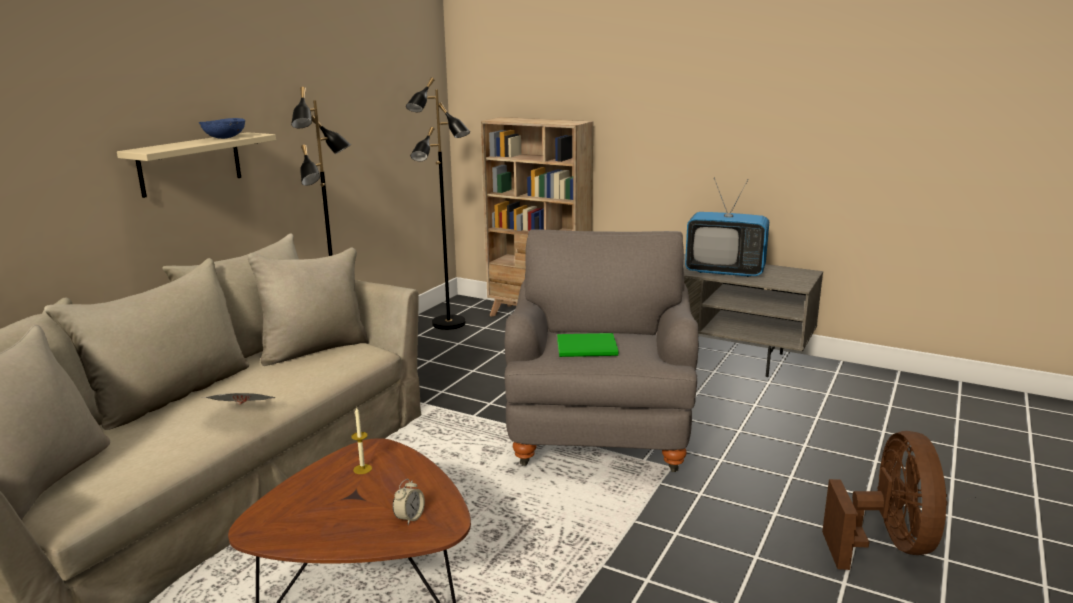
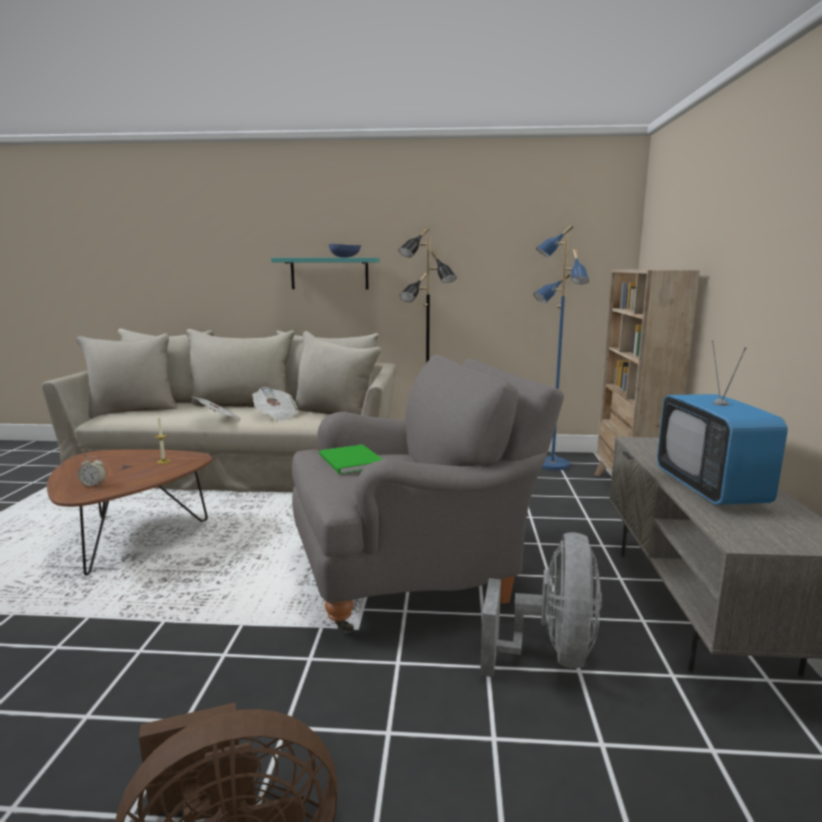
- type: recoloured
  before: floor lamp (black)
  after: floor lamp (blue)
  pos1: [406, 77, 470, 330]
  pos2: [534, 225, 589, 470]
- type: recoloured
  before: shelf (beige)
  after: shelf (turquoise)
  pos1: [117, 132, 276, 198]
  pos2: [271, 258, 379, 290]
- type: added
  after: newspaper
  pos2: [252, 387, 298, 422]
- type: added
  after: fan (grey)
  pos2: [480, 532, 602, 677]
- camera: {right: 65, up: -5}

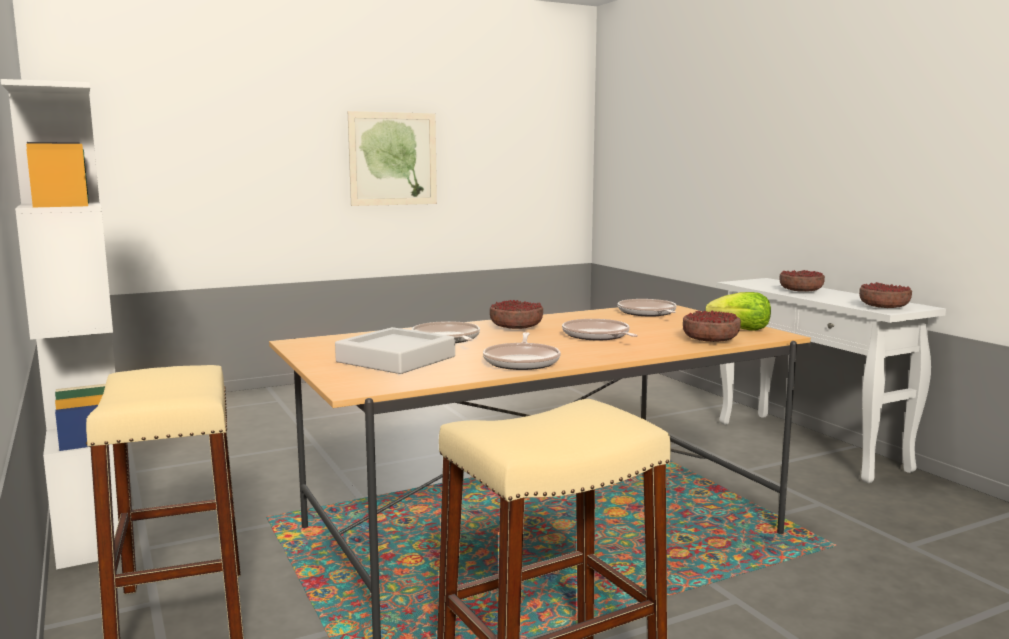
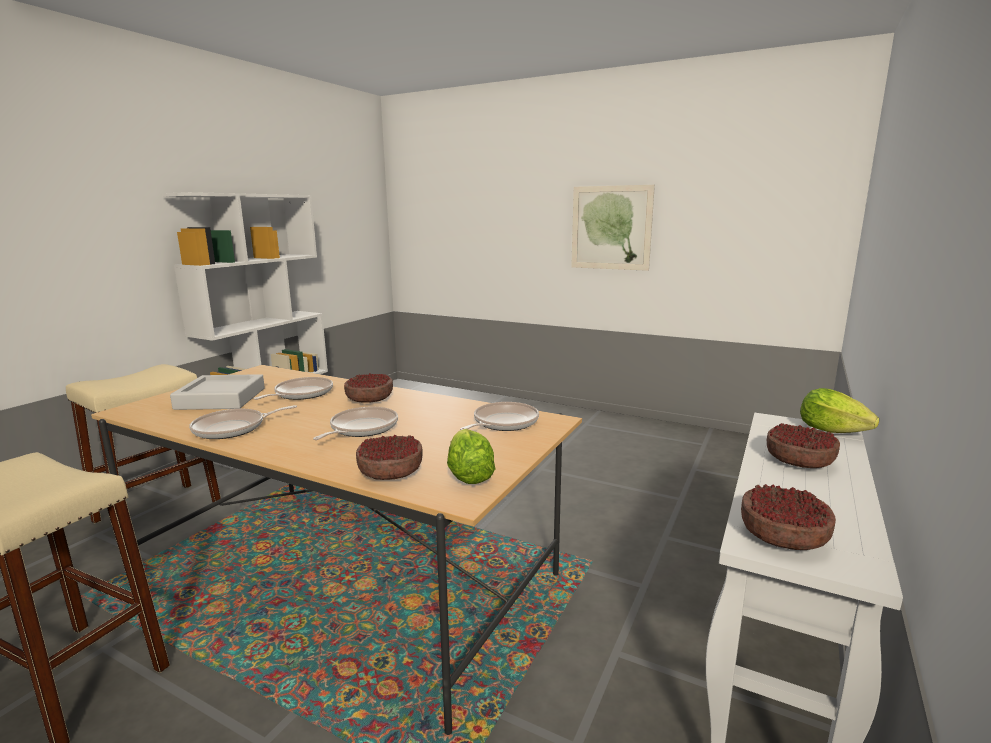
- type: added
  after: lettuce
  pos2: [800, 388, 879, 433]
- camera: {right: 55, up: 5}

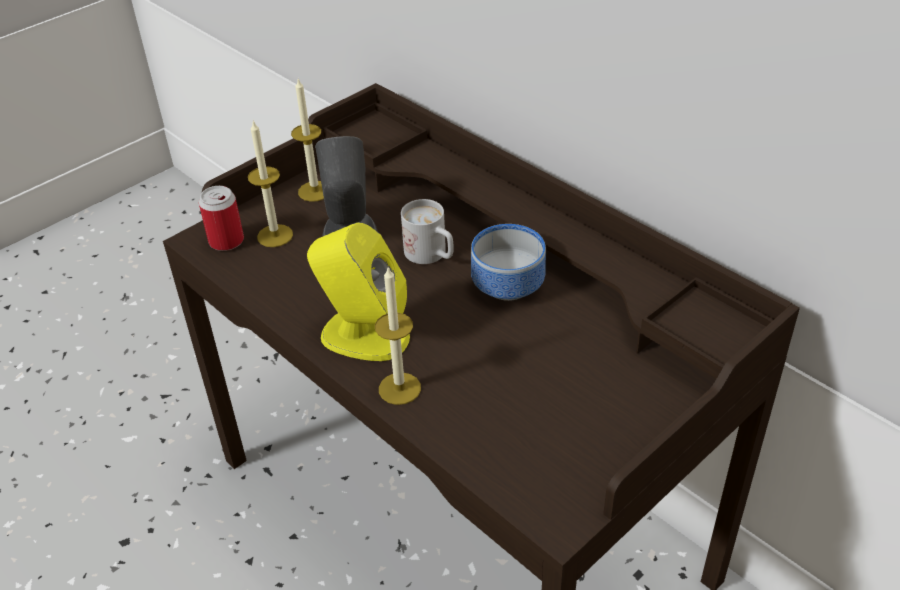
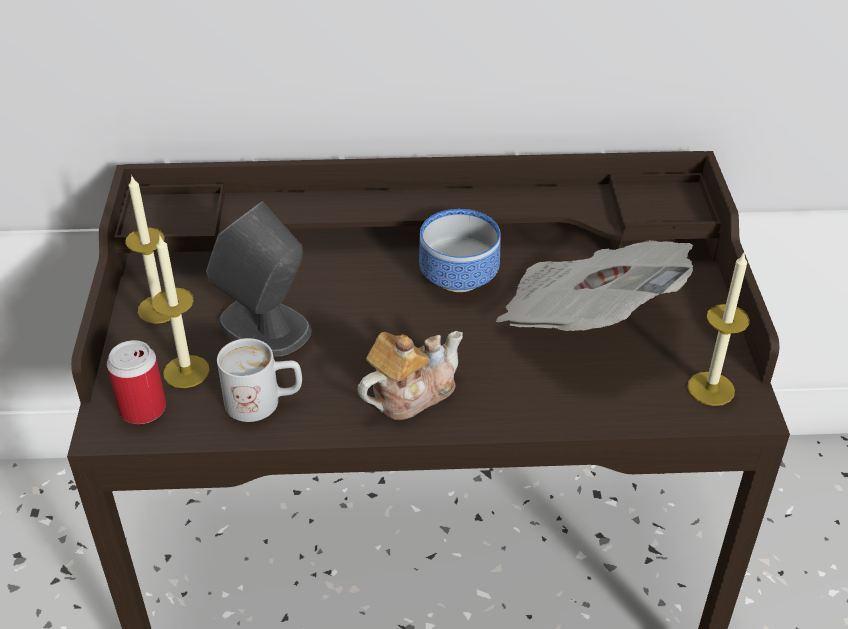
- type: moved
  before: mug (white)
  pos1: [401, 199, 454, 264]
  pos2: [217, 338, 302, 422]
- type: replaced
  before: speaker (yellow)
  after: teapot
  pos1: [307, 223, 410, 361]
  pos2: [357, 331, 463, 420]
- type: moved
  before: candle
  pos1: [375, 267, 421, 405]
  pos2: [687, 253, 750, 406]
- type: added
  after: newspaper
  pos2: [495, 240, 694, 331]
- camera: {right: -50, up: 0}

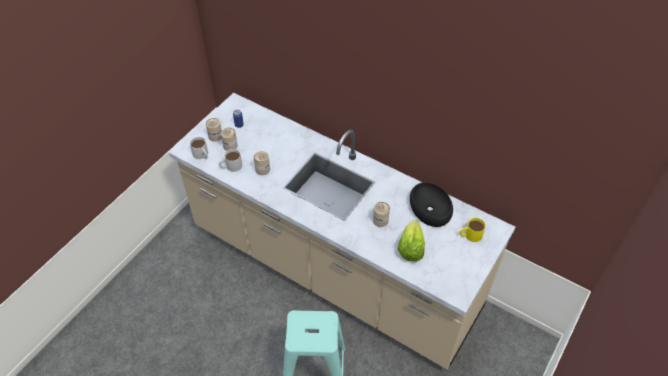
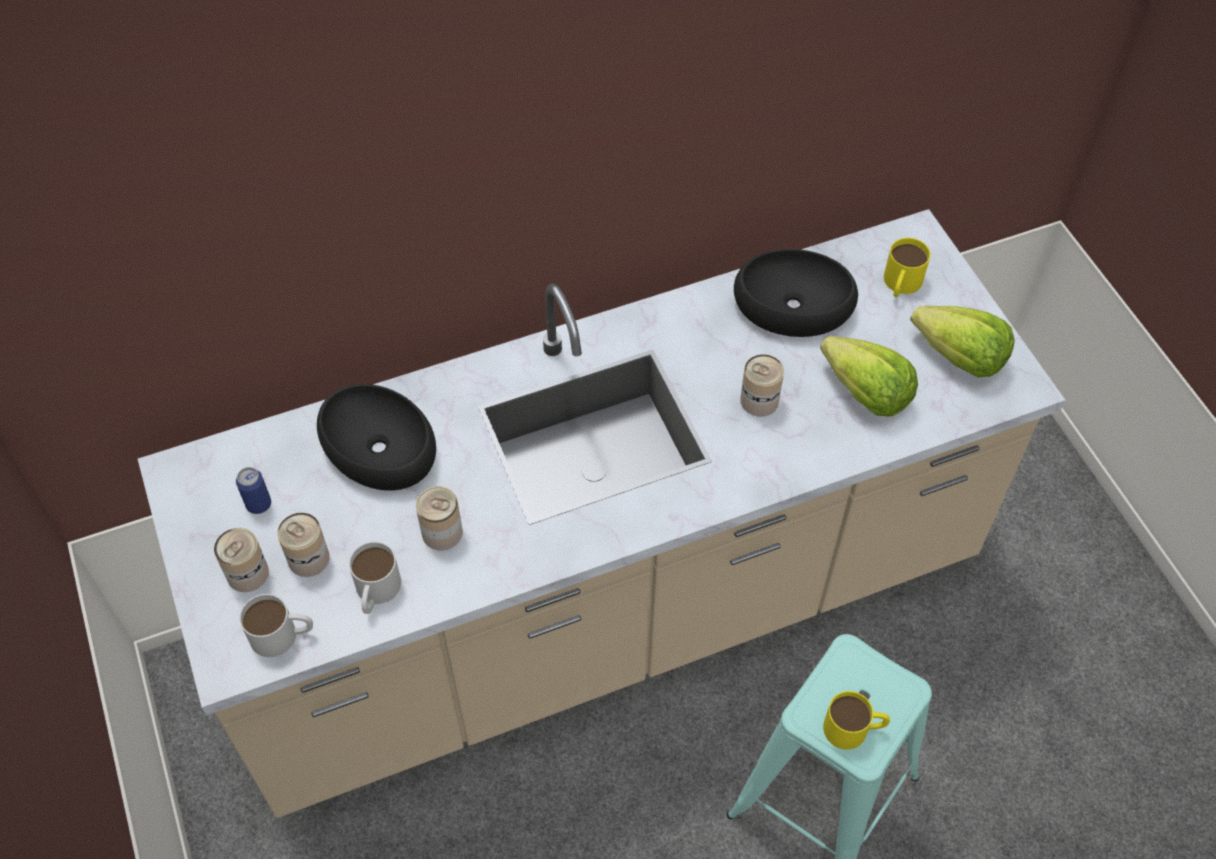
- type: added
  after: lettuce
  pos2: [910, 306, 1015, 377]
- type: added
  after: bowl (black)
  pos2: [317, 384, 436, 490]
- type: added
  after: mug (yellow)
  pos2: [823, 691, 890, 749]
- camera: {right: -55, up: 5}

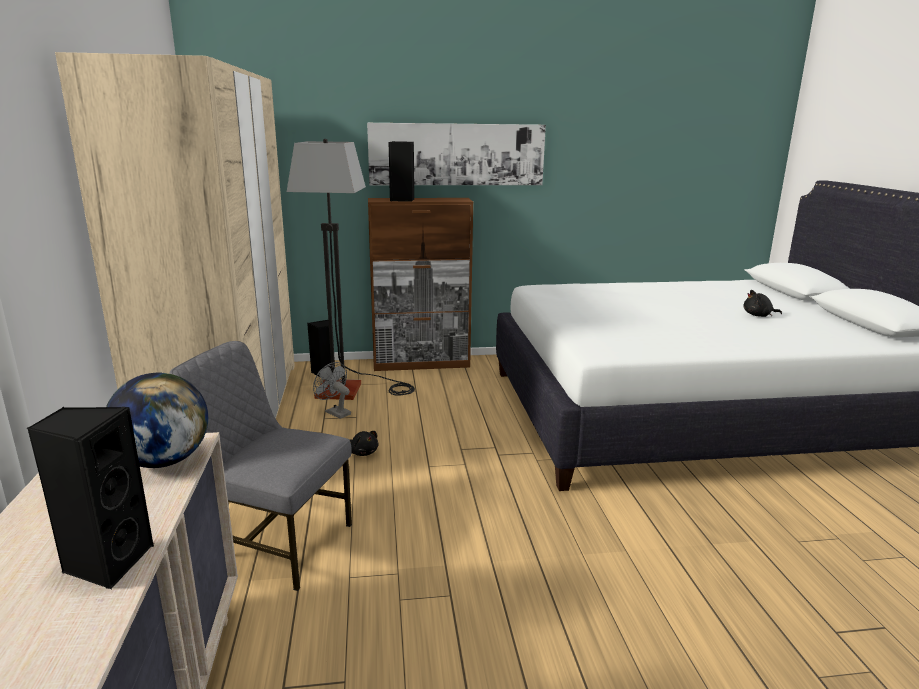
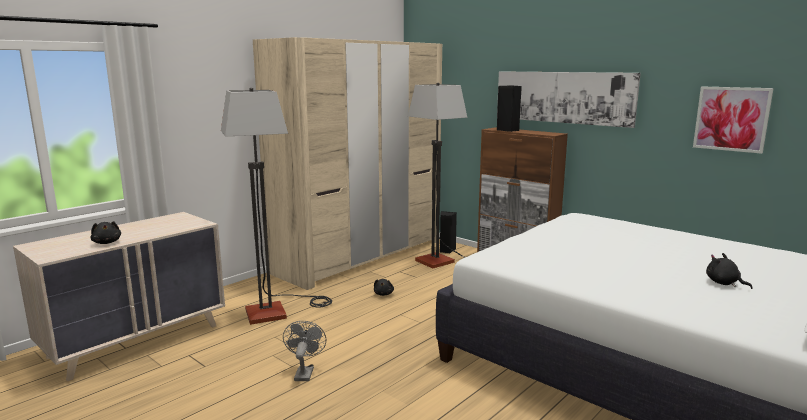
- type: replaced
  before: chair (grey)
  after: floor lamp
  pos1: [169, 341, 352, 591]
  pos2: [221, 88, 332, 325]
- type: moved
  before: fan (grey)
  pos1: [313, 362, 351, 419]
  pos2: [283, 321, 326, 381]
- type: removed
  before: globe
  pos1: [106, 373, 208, 468]
- type: replaced
  before: speaker (black)
  after: plush toy (black)
  pos1: [26, 407, 154, 589]
  pos2: [91, 221, 121, 244]
- type: added
  after: picture
  pos2: [693, 86, 774, 154]
- camera: {right: 50, up: -5}

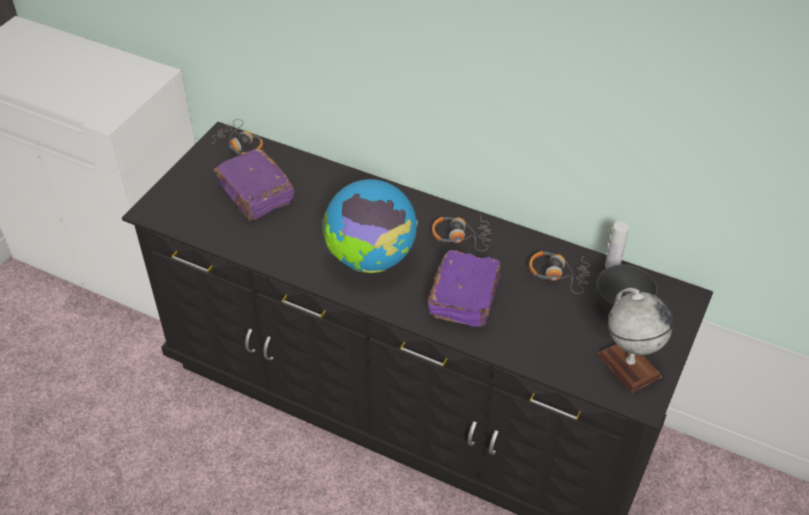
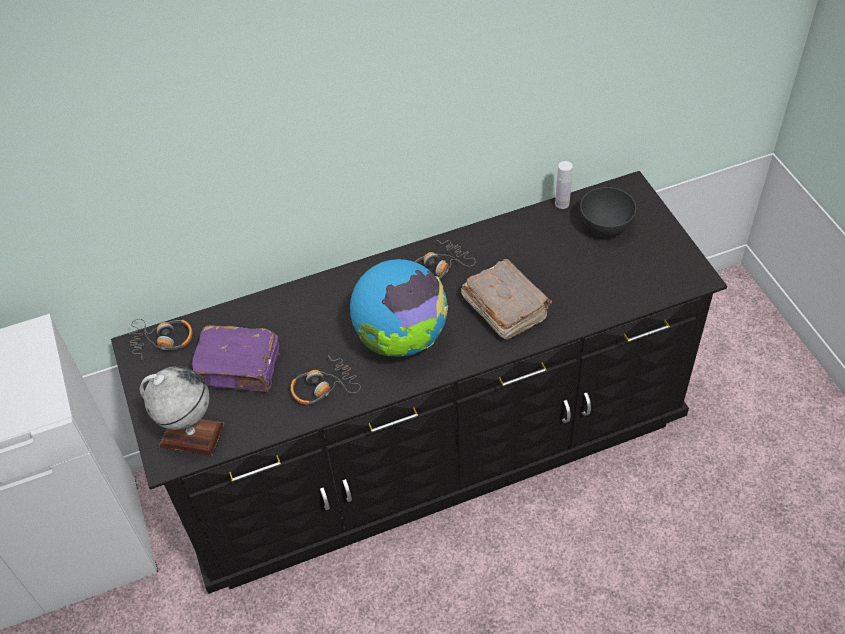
- type: recoloured
  before: book (purple)
  after: book (brown)
  pos1: [428, 250, 501, 327]
  pos2: [461, 259, 552, 339]
- type: moved
  before: headphones
  pos1: [529, 251, 590, 294]
  pos2: [291, 355, 361, 405]
- type: moved
  before: globe
  pos1: [598, 288, 673, 393]
  pos2: [140, 366, 225, 456]
- camera: {right: -45, up: 5}

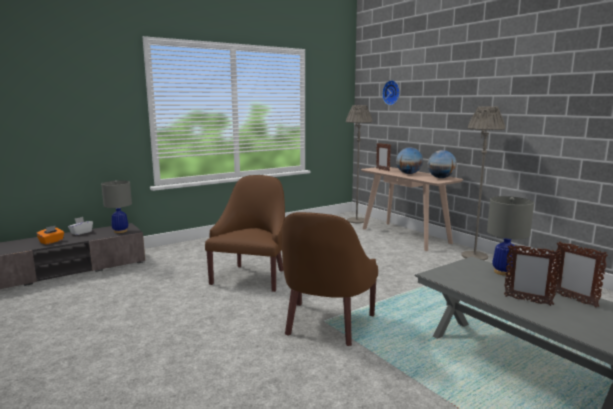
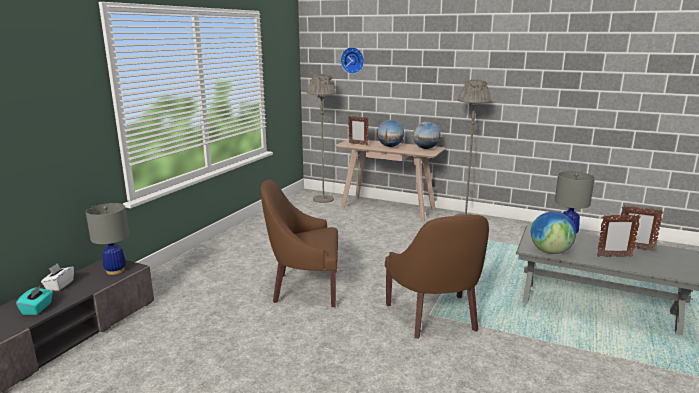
- type: turned
  before: armchair (brown)
  pos1: [205, 175, 285, 292]
  pos2: [261, 179, 338, 307]
  turn: -75
- type: recoloured
  before: tissue box (orange)
  after: tissue box (turquoise)
  pos1: [36, 225, 64, 245]
  pos2: [16, 285, 53, 315]
- type: added
  after: globe
  pos2: [531, 212, 576, 254]
- camera: {right: -30, up: 5}

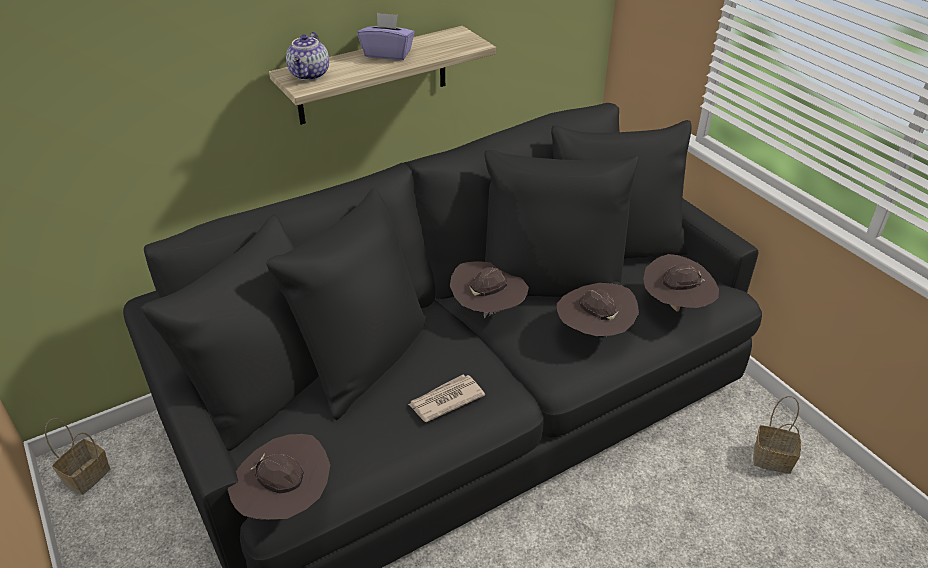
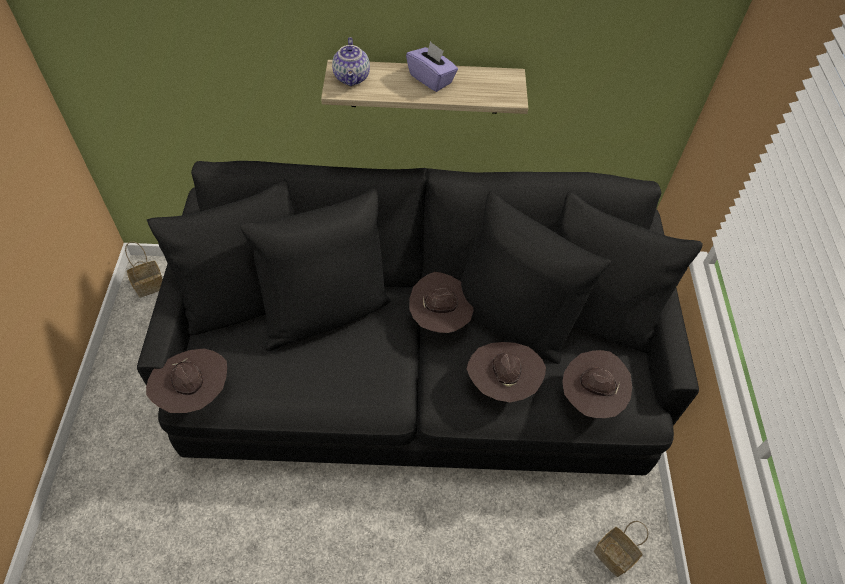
- type: turned
  before: teapot
  pos1: [286, 32, 329, 81]
  pos2: [332, 37, 370, 86]
  turn: -45
- type: removed
  before: newspaper
  pos1: [408, 375, 485, 422]
- camera: {right: 30, up: 15}

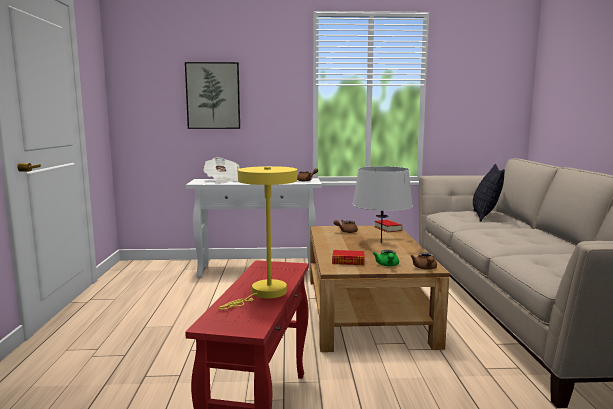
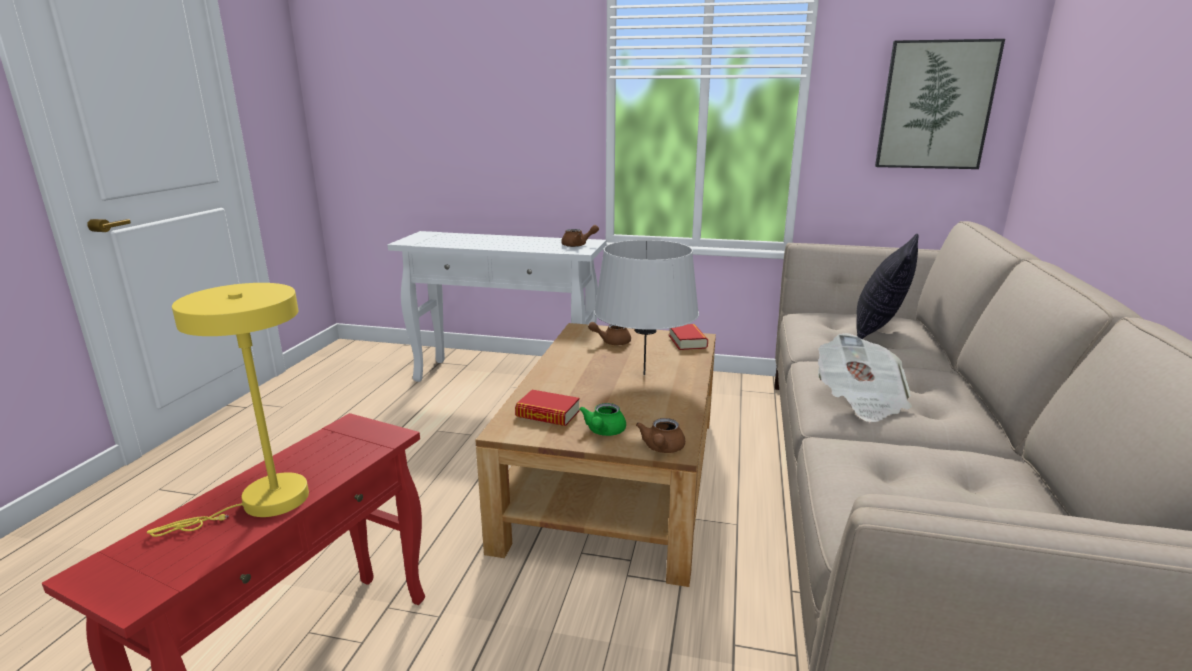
- type: moved
  before: picture
  pos1: [185, 62, 240, 129]
  pos2: [875, 39, 1005, 169]
- type: moved
  before: newspaper
  pos1: [203, 157, 240, 183]
  pos2: [818, 333, 912, 422]
- camera: {right: 15, up: 10}

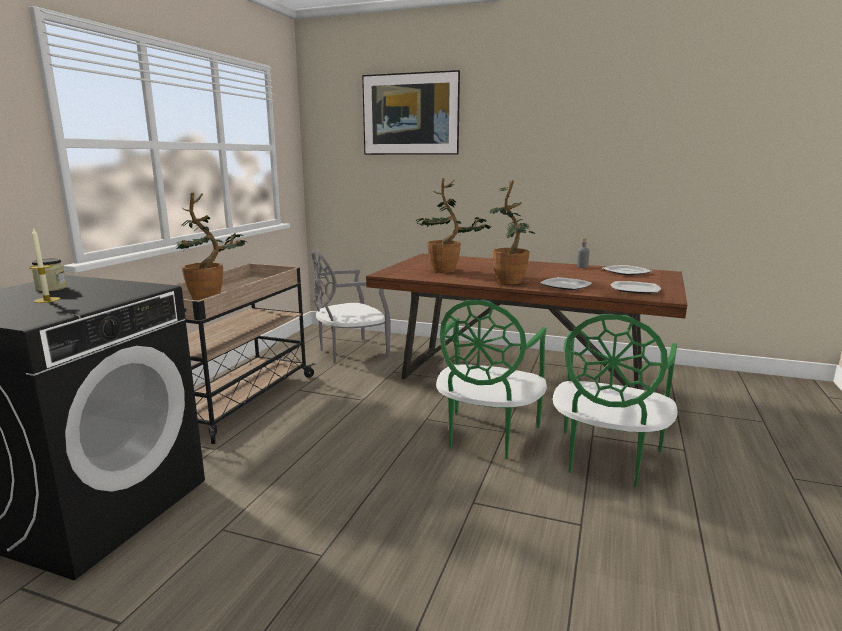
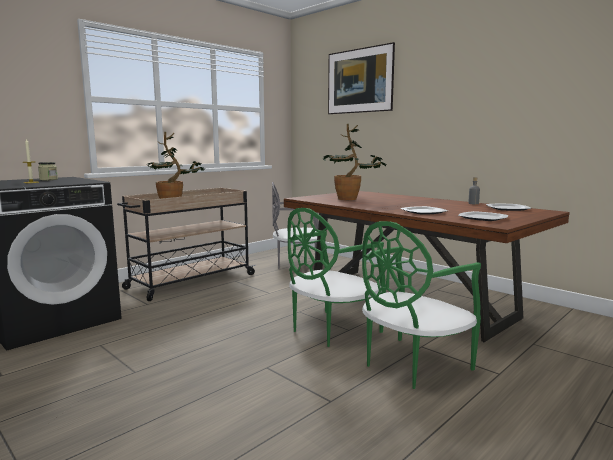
- type: removed
  before: potted plant
  pos1: [490, 180, 535, 284]
- camera: {right: 25, up: -5}

